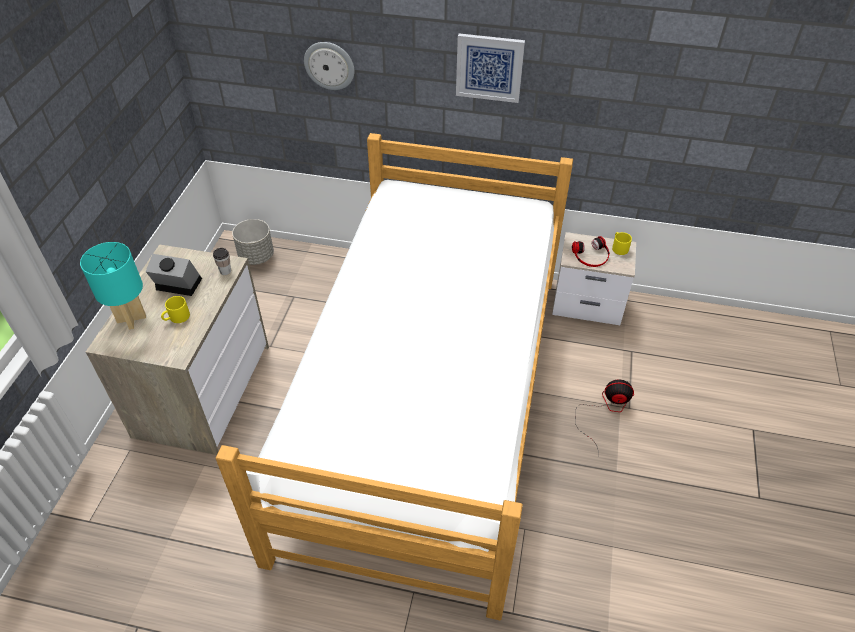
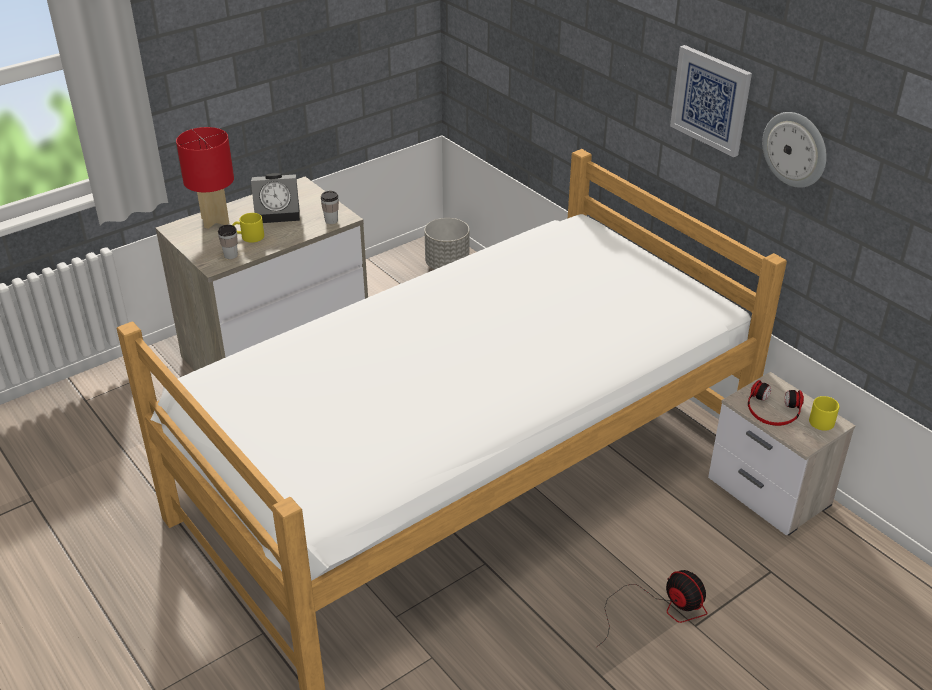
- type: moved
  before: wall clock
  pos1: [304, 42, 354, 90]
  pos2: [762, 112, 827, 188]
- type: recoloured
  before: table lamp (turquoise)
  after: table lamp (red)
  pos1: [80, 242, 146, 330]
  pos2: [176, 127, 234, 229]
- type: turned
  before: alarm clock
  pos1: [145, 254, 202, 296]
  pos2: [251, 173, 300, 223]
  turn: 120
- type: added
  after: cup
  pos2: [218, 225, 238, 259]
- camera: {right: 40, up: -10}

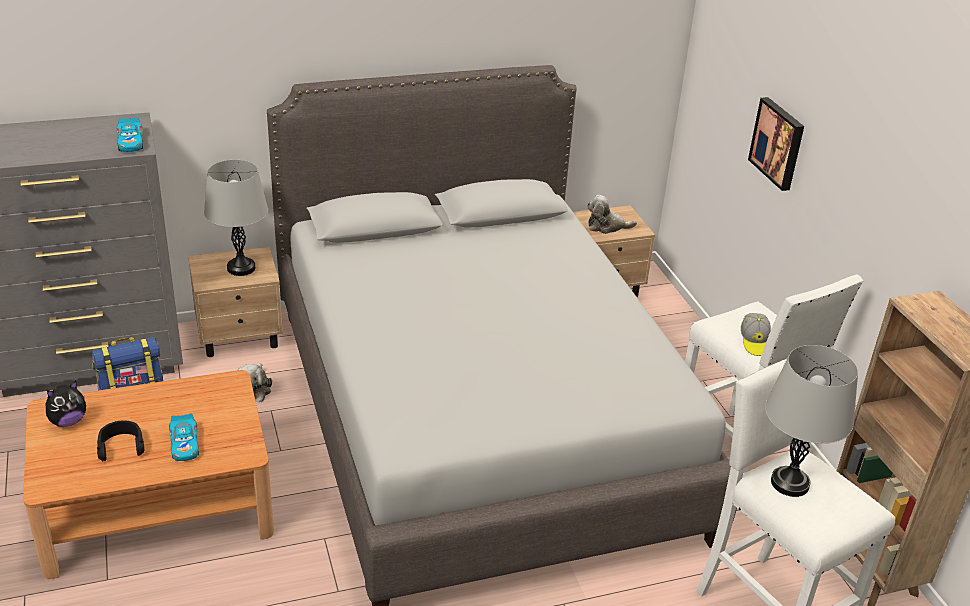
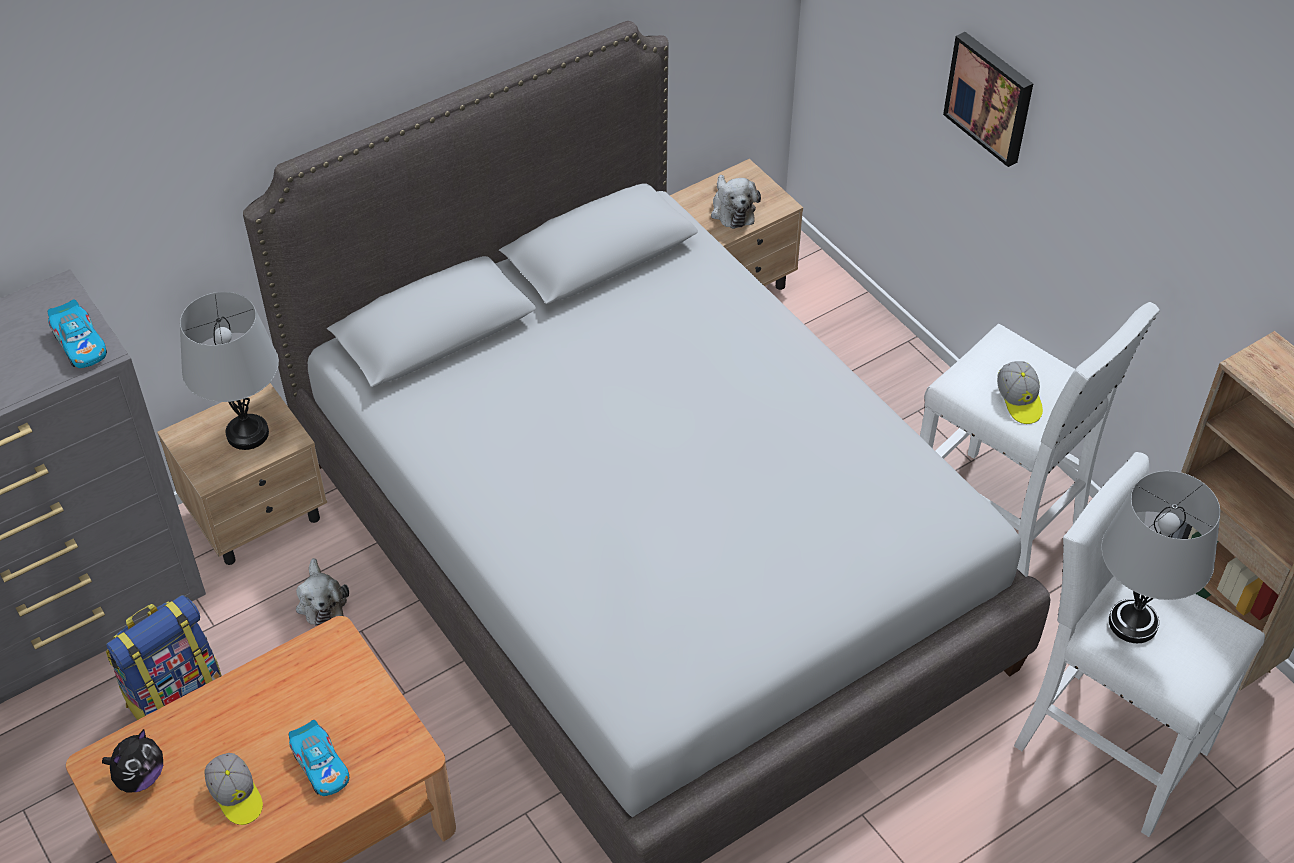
- type: turned
  before: plush toy
  pos1: [587, 195, 637, 234]
  pos2: [711, 175, 761, 229]
  turn: -90
- type: replaced
  before: headphones (black)
  after: cap
  pos1: [97, 420, 145, 461]
  pos2: [204, 753, 263, 825]
- camera: {right: -15, up: 15}

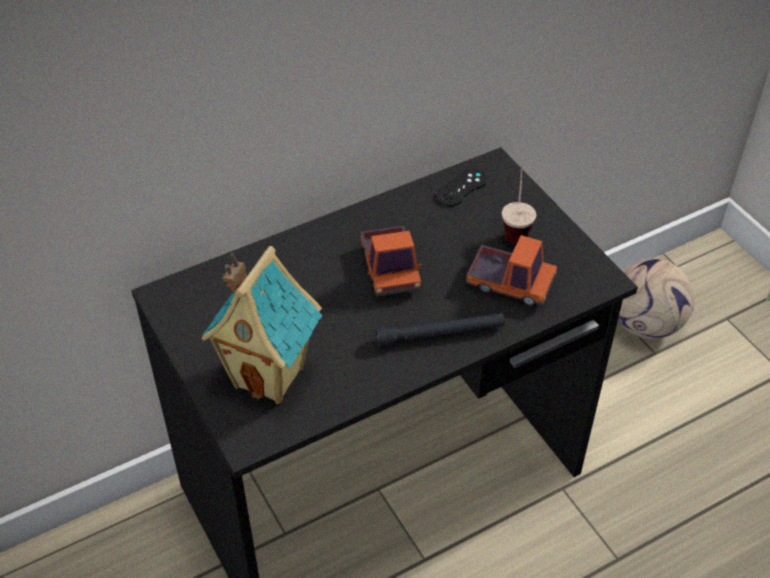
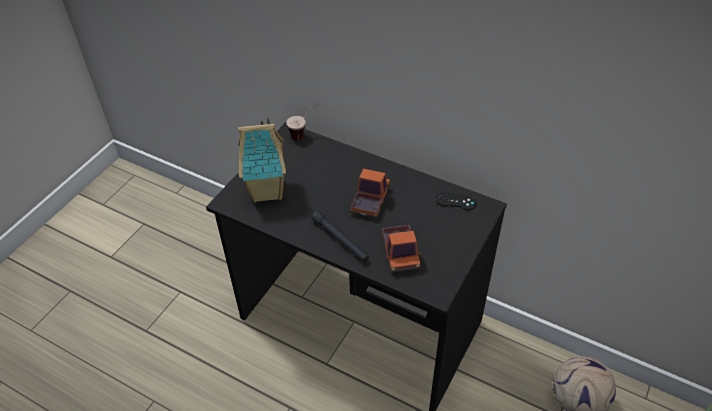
- type: moved
  before: cup
  pos1: [502, 165, 536, 245]
  pos2: [286, 104, 319, 140]
- type: turned
  before: toy truck
  pos1: [361, 226, 422, 296]
  pos2: [350, 168, 390, 218]
  turn: 150
- camera: {right: 60, up: 0}

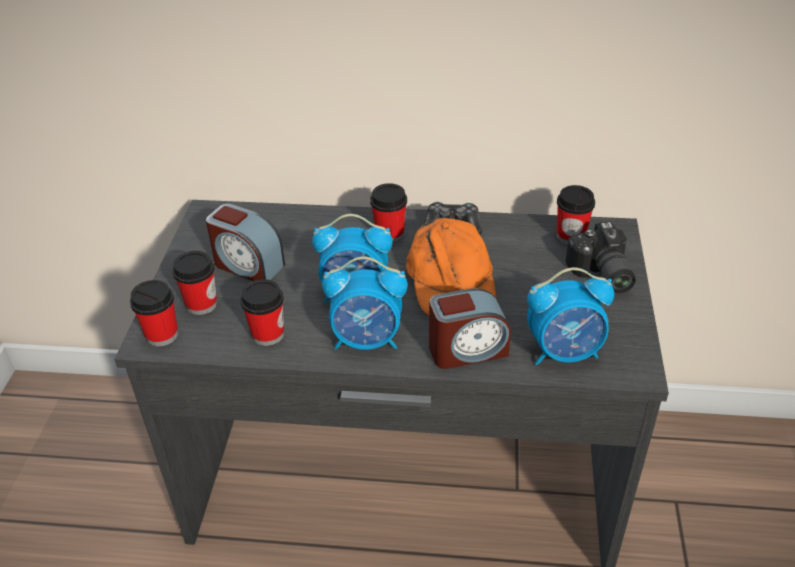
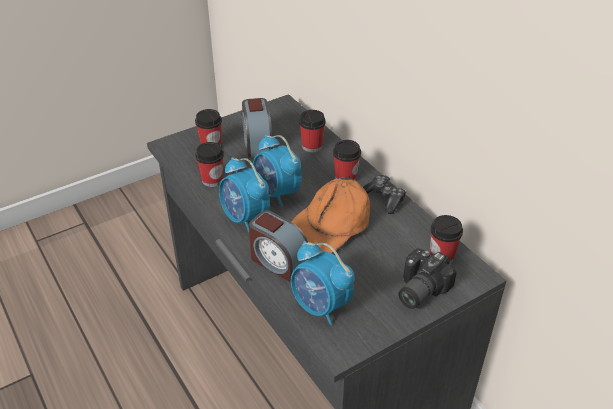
- type: moved
  before: cup
  pos1: [130, 280, 178, 346]
  pos2: [299, 110, 326, 152]
- camera: {right: 50, up: 0}

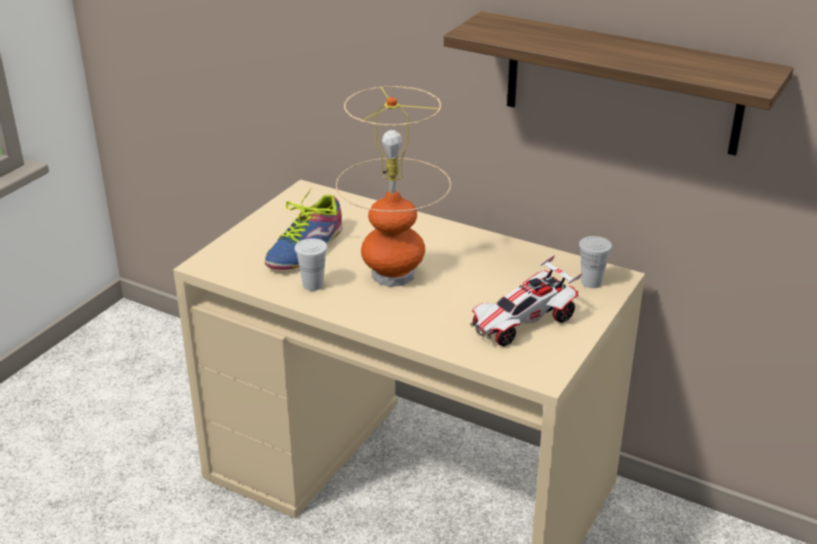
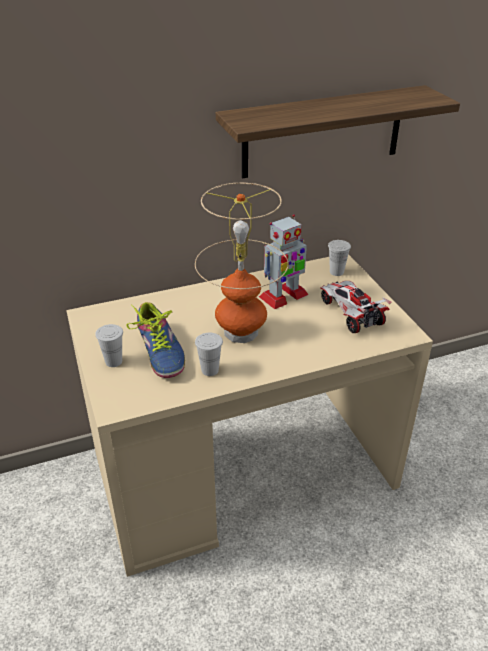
- type: turned
  before: toy car
  pos1: [470, 255, 583, 346]
  pos2: [320, 281, 391, 333]
  turn: 150
- type: added
  after: toy robot
  pos2: [259, 214, 308, 309]
- type: added
  after: cup (white)
  pos2: [95, 324, 123, 367]
- camera: {right: -50, up: 5}

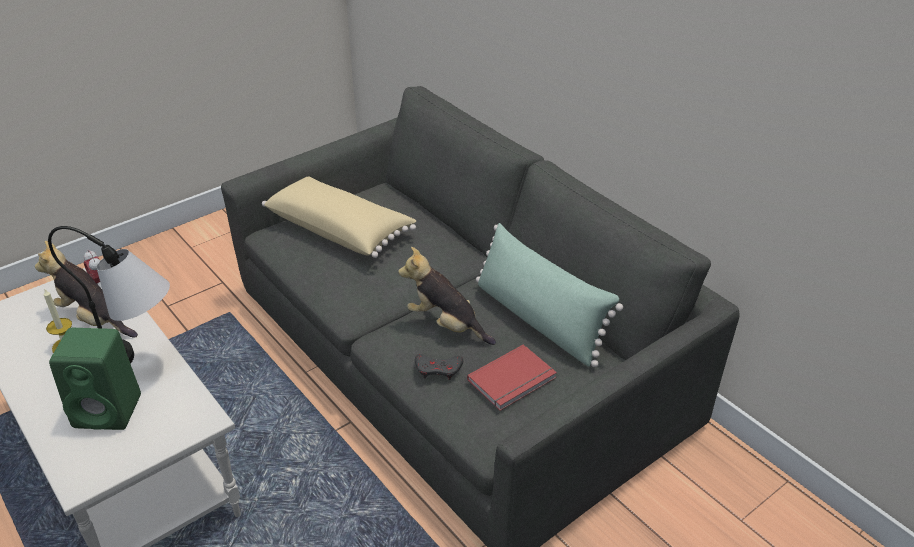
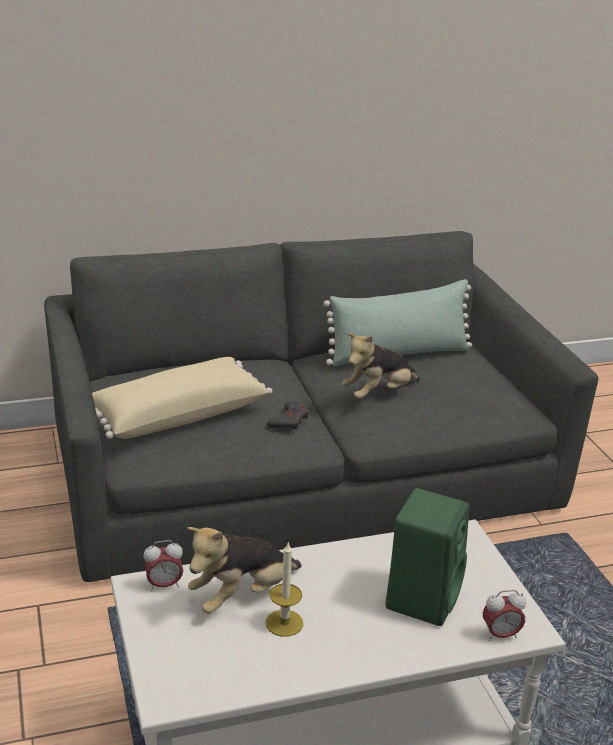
- type: removed
  before: table lamp
  pos1: [48, 226, 170, 364]
- type: removed
  before: book (red)
  pos1: [467, 344, 557, 411]
- type: moved
  before: game controller (grey)
  pos1: [415, 354, 463, 380]
  pos2: [267, 401, 309, 430]
- type: added
  after: alarm clock
  pos2: [483, 590, 526, 641]
- camera: {right: -70, up: -10}

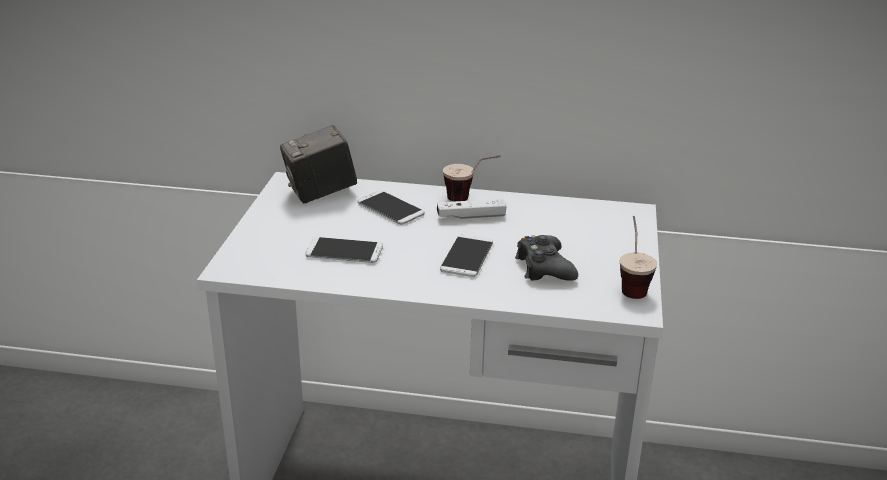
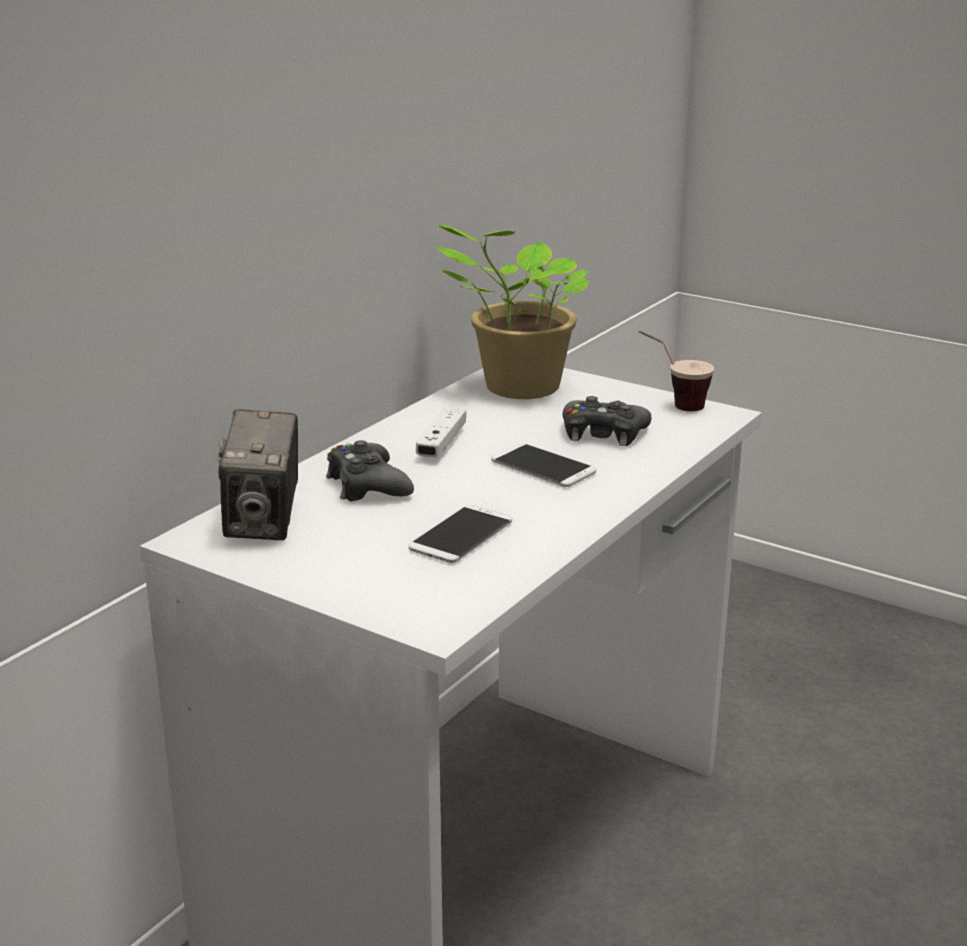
- type: removed
  before: cup
  pos1: [443, 155, 500, 201]
- type: replaced
  before: phone
  after: game controller (black)
  pos1: [358, 191, 425, 224]
  pos2: [326, 440, 414, 502]
- type: added
  after: potted plant
  pos2: [434, 223, 590, 399]
- camera: {right: -65, up: -5}

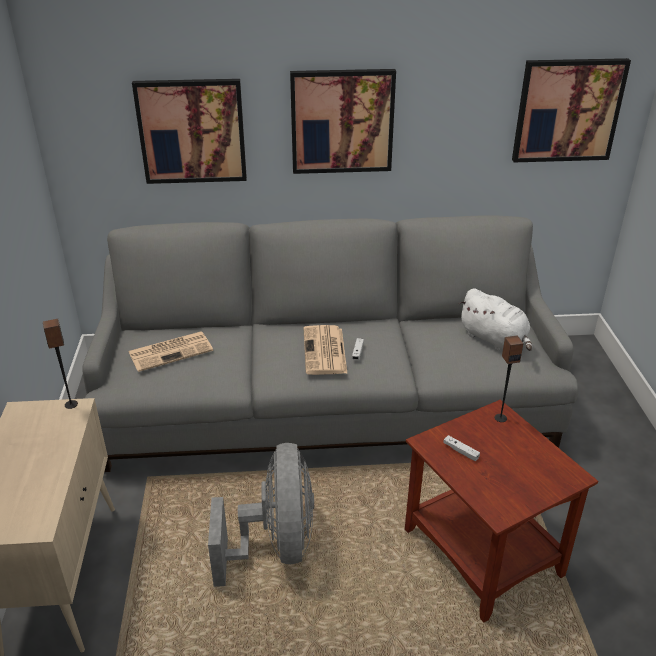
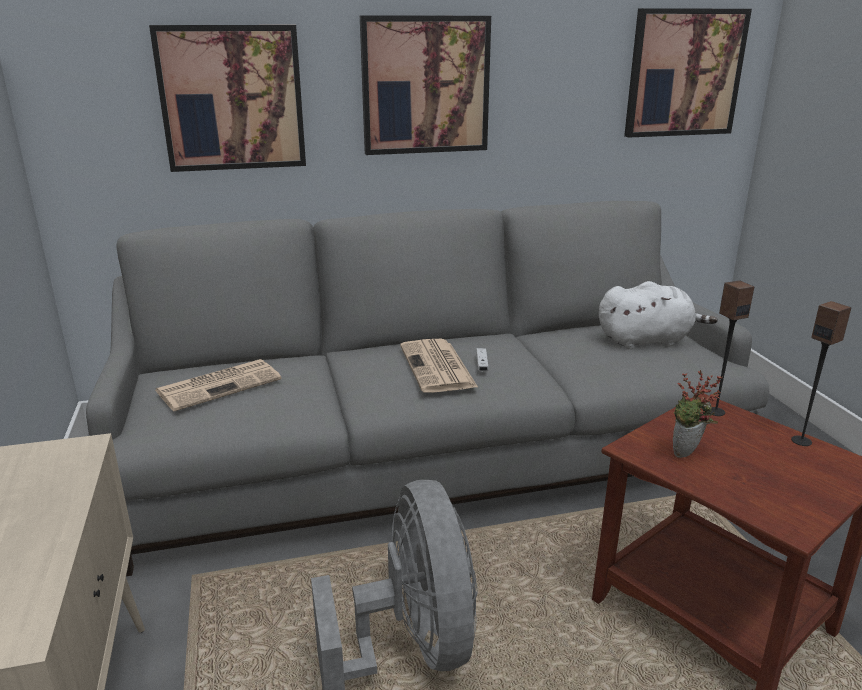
- type: turned
  before: plush toy (white)
  pos1: [459, 288, 532, 351]
  pos2: [599, 281, 718, 349]
  turn: -45
- type: moved
  before: speaker
  pos1: [43, 319, 78, 409]
  pos2: [791, 301, 852, 446]
- type: replaced
  before: game controller (white)
  after: potted plant
  pos1: [443, 435, 480, 461]
  pos2: [673, 370, 723, 458]
- camera: {right: -10, up: -10}

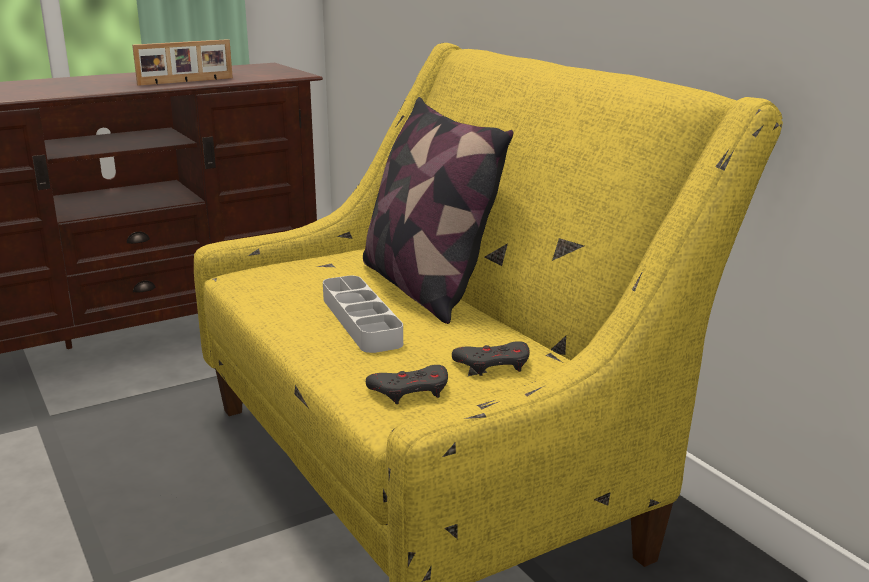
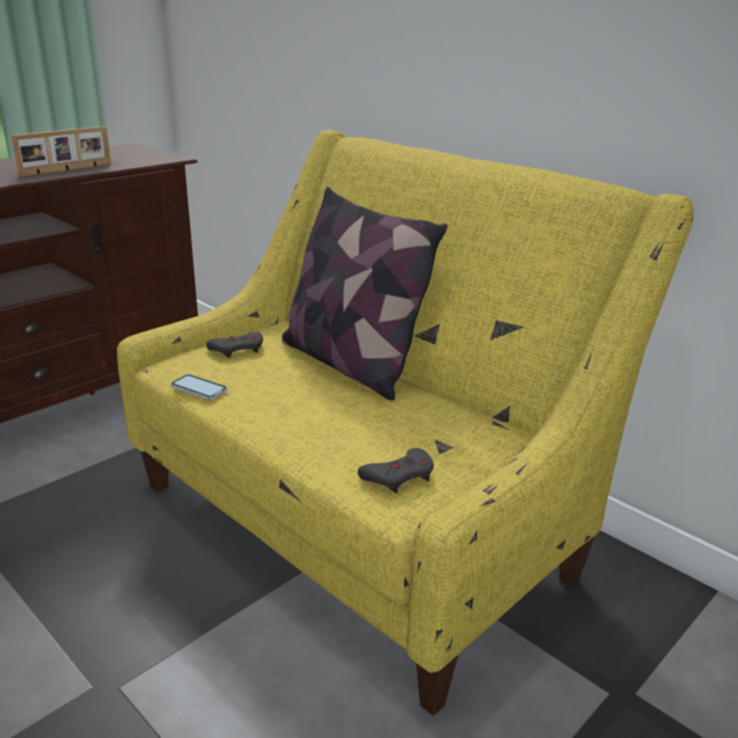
- type: removed
  before: tray (grey)
  pos1: [323, 276, 403, 353]
- type: moved
  before: game controller (grey)
  pos1: [452, 341, 530, 376]
  pos2: [206, 332, 263, 358]
- type: added
  after: phone
  pos2: [171, 374, 227, 400]
- camera: {right: -15, up: 5}

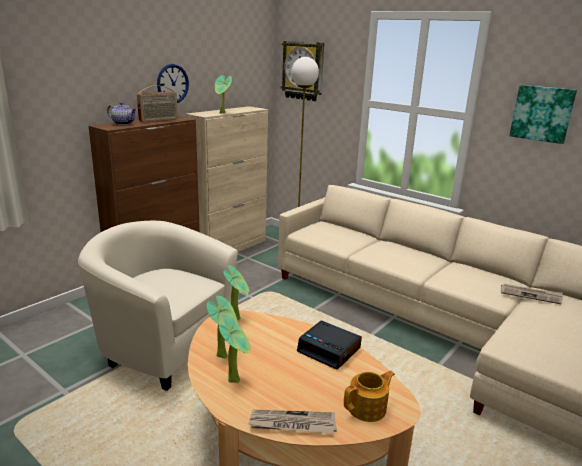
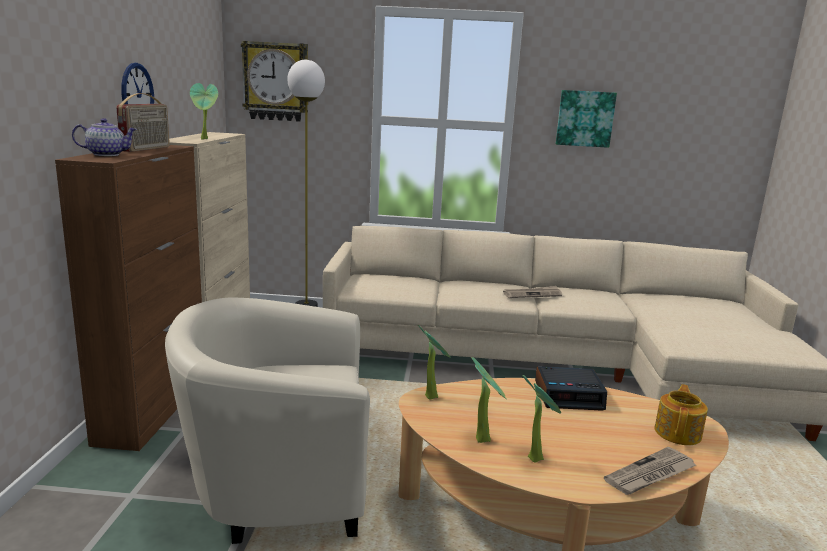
- type: moved
  before: newspaper
  pos1: [501, 283, 563, 304]
  pos2: [503, 286, 562, 298]
- camera: {right: -35, up: -5}

